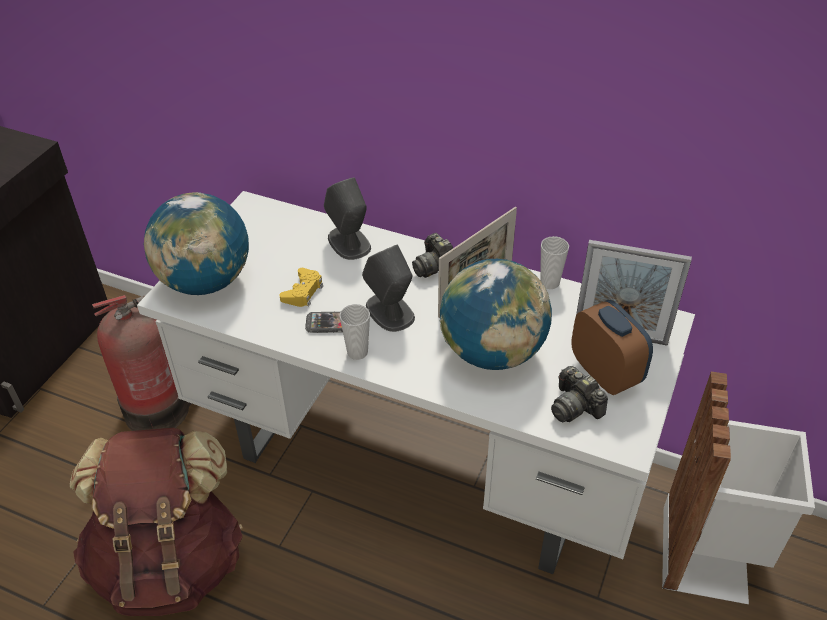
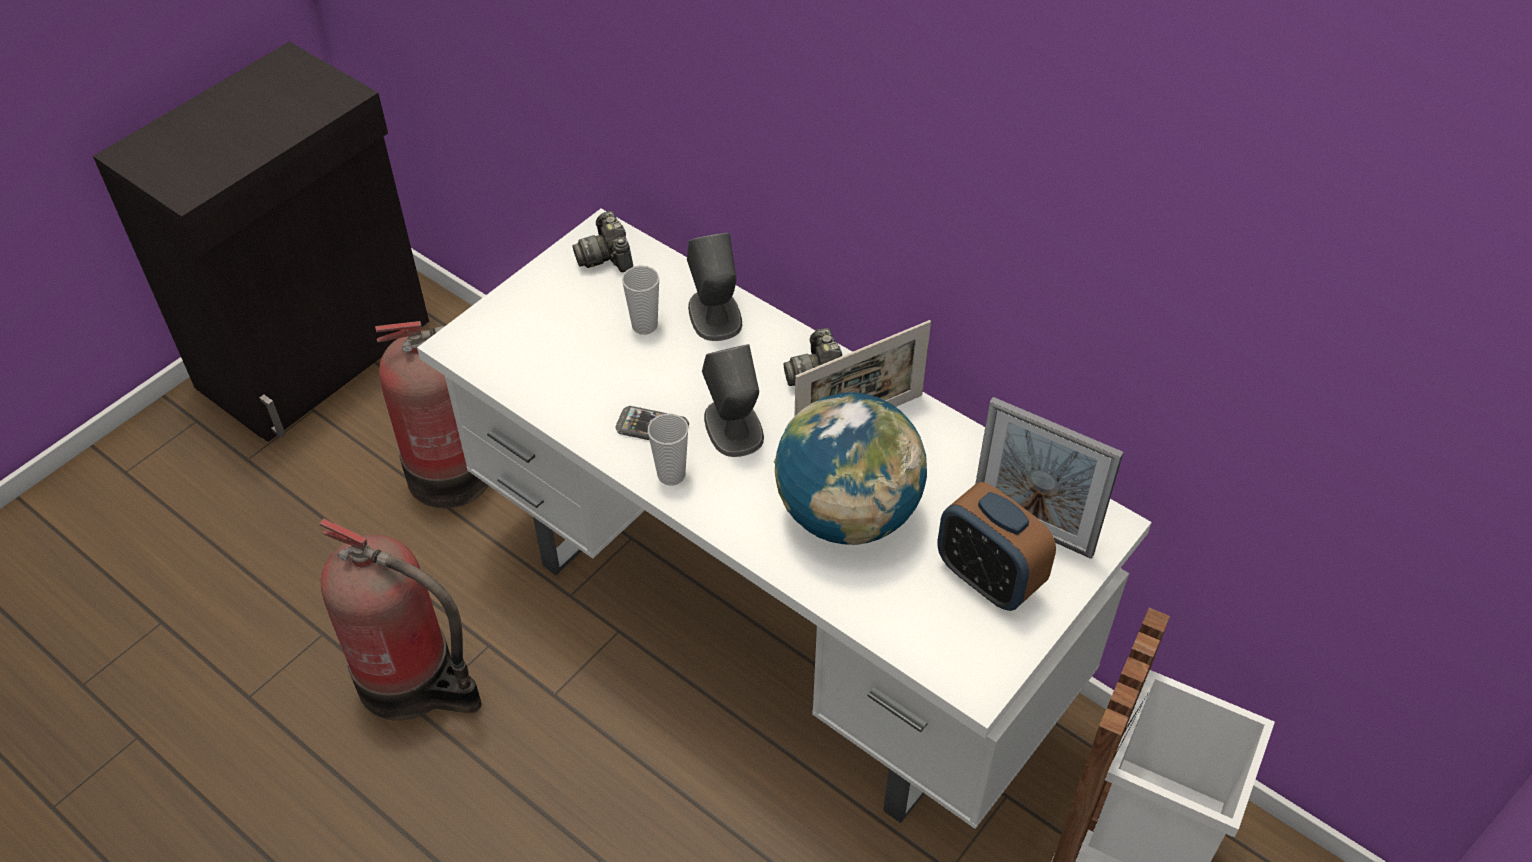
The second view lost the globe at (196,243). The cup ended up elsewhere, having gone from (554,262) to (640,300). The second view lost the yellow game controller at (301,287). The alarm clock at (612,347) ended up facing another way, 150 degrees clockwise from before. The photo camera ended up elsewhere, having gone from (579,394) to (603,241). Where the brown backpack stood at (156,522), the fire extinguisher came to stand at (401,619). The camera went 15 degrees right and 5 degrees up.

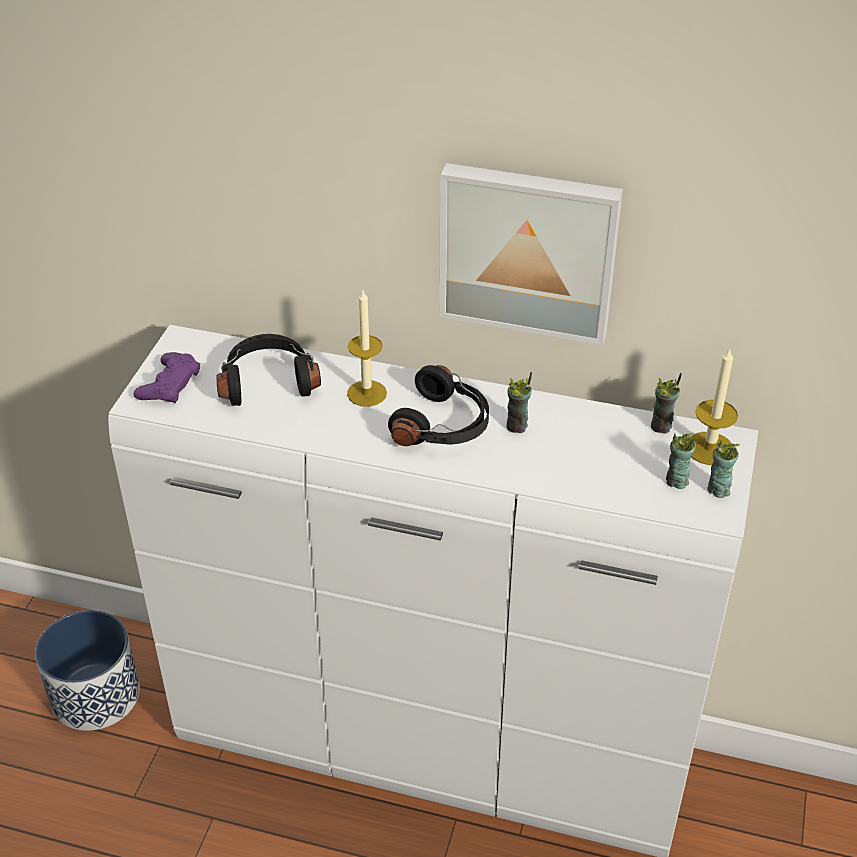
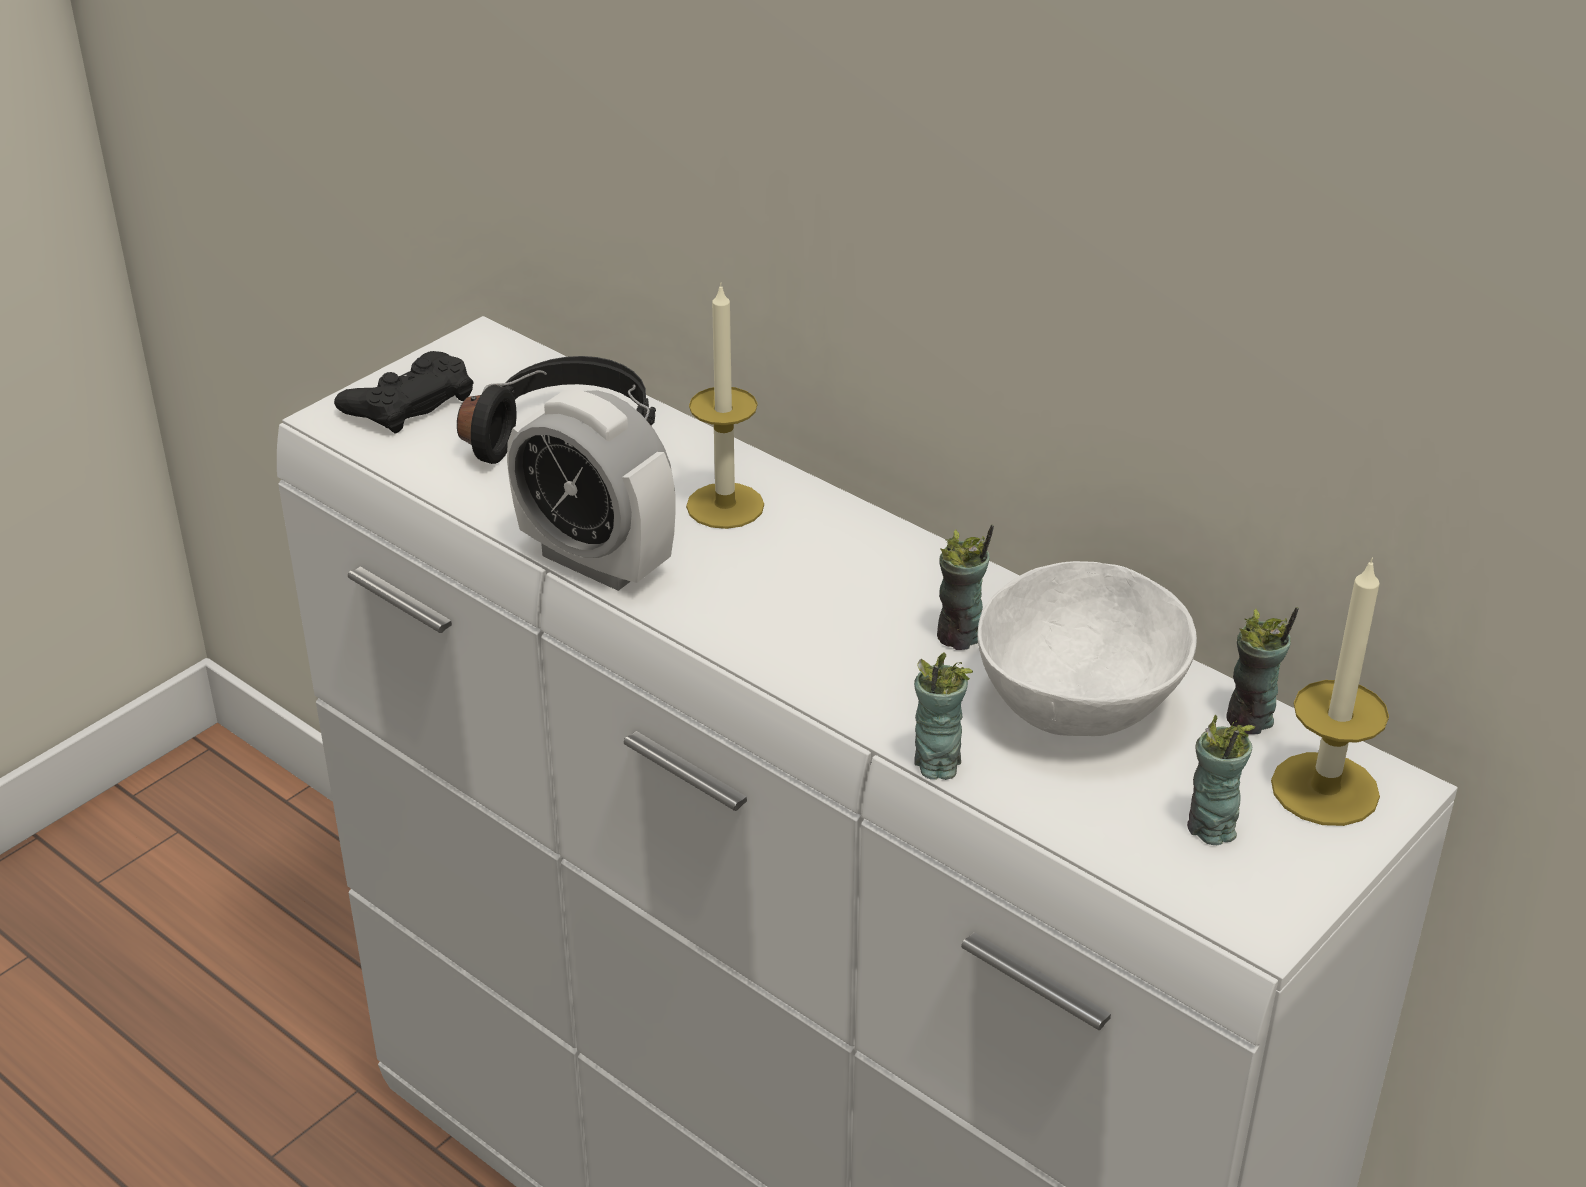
The second view lost the picture at (531,254). What was the purple game controller at (166,377) turned into the black game controller at (403,392). The second view lost the black headphones at (438,405). The cup ended up elsewhere, having gone from (723,469) to (943,716). The second view lost the planter at (87,670). The second view gained the alarm clock at (591,490). The second view gained the white bowl at (1087,648). The camera went 25 degrees right and 5 degrees down.

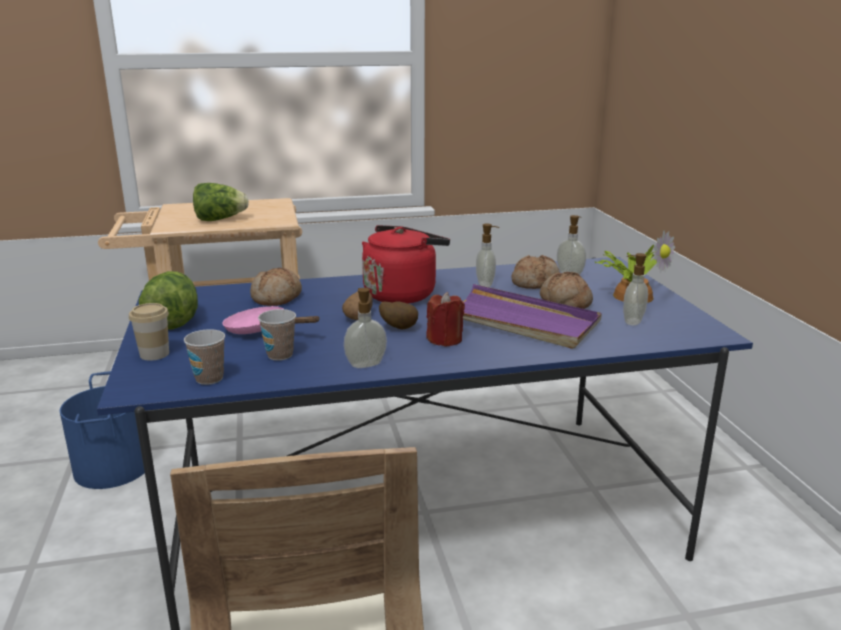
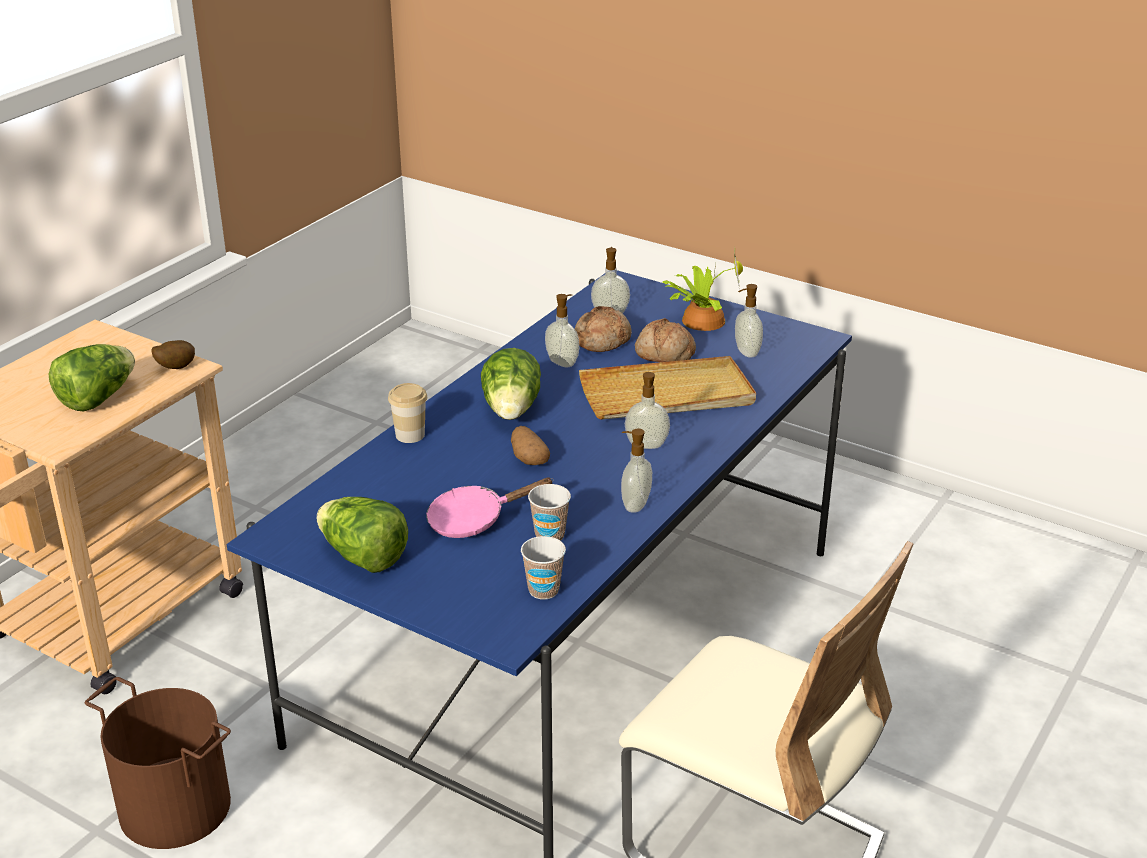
Where the red kettle stood at (406,264), the lettuce came to stand at (511,384). The second view lost the bread at (276,287). What was the purple tray at (532,316) turned into the beige tray at (667,388). Where the red candle stood at (445,319), the soap dispenser came to stand at (647,410). The potato ended up elsewhere, having gone from (398,316) to (173,354). The cup ended up elsewhere, having gone from (149,332) to (407,413). What was the blue bucket at (102,430) turned into the brown bucket at (158,763). The camera went 45 degrees left and 10 degrees up.

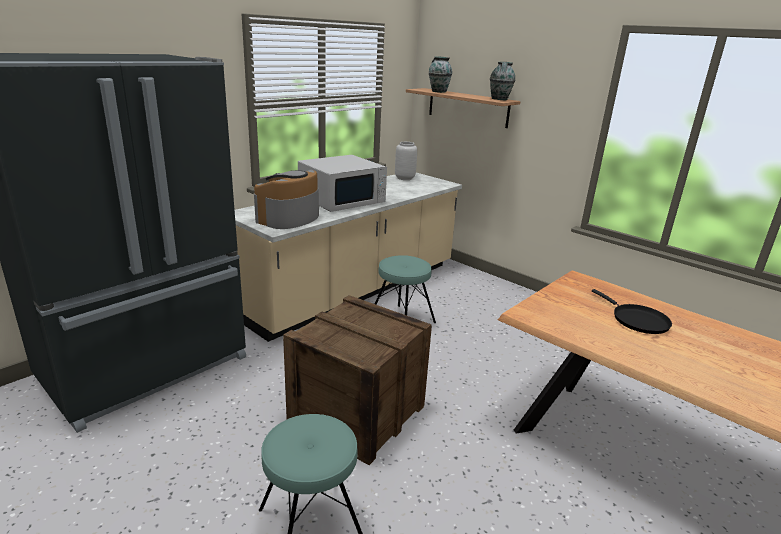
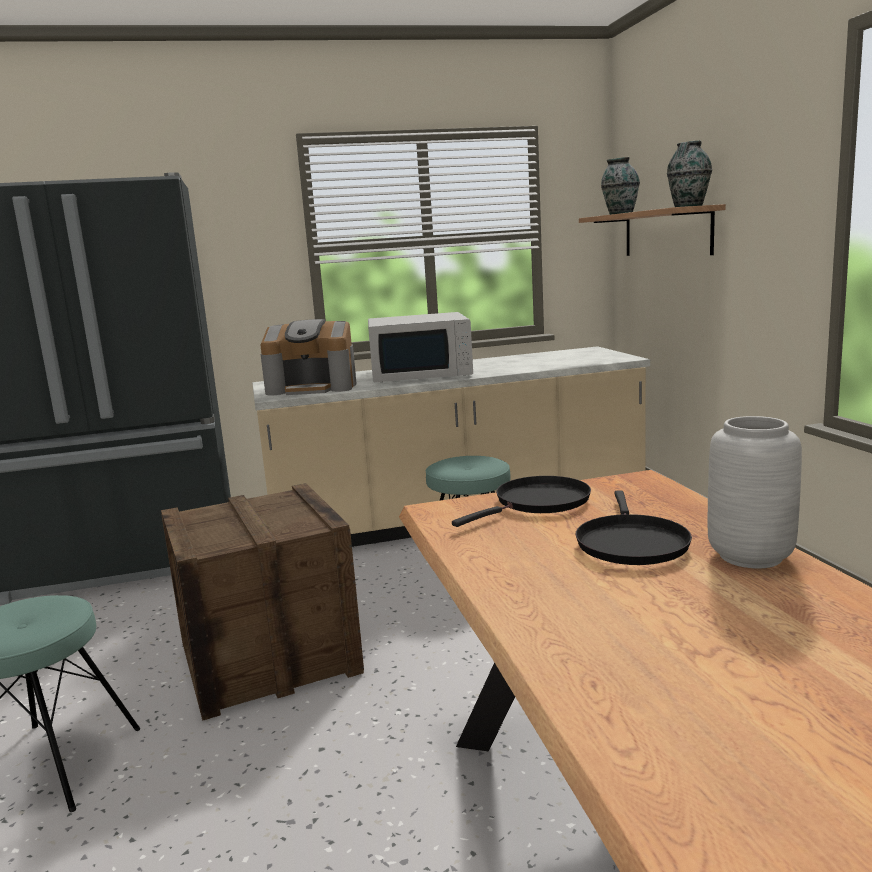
The grey vase ended up elsewhere, having gone from (406,161) to (754,492). The coffee machine at (286,199) ended up facing another way, 150 degrees counterclockwise from before. The second view gained the black frying pan at (521,501). The camera went 35 degrees right and 10 degrees down.

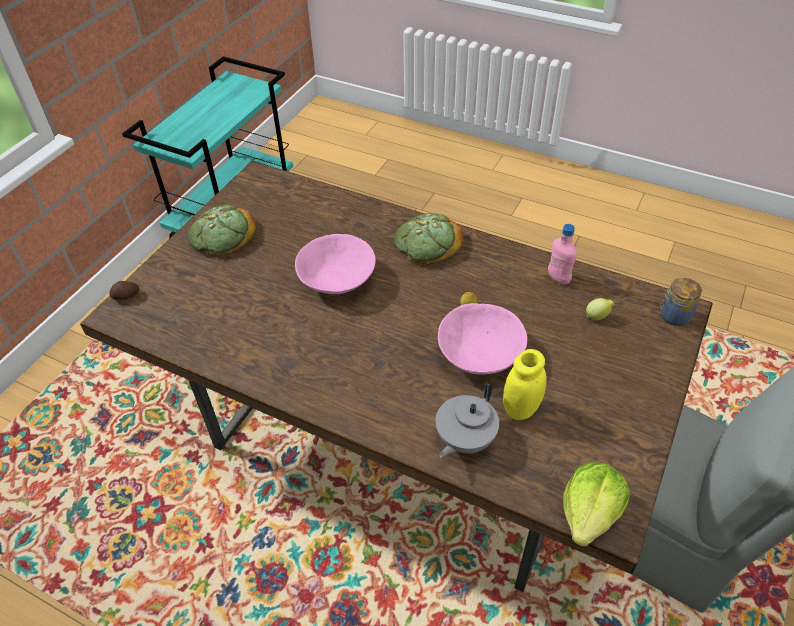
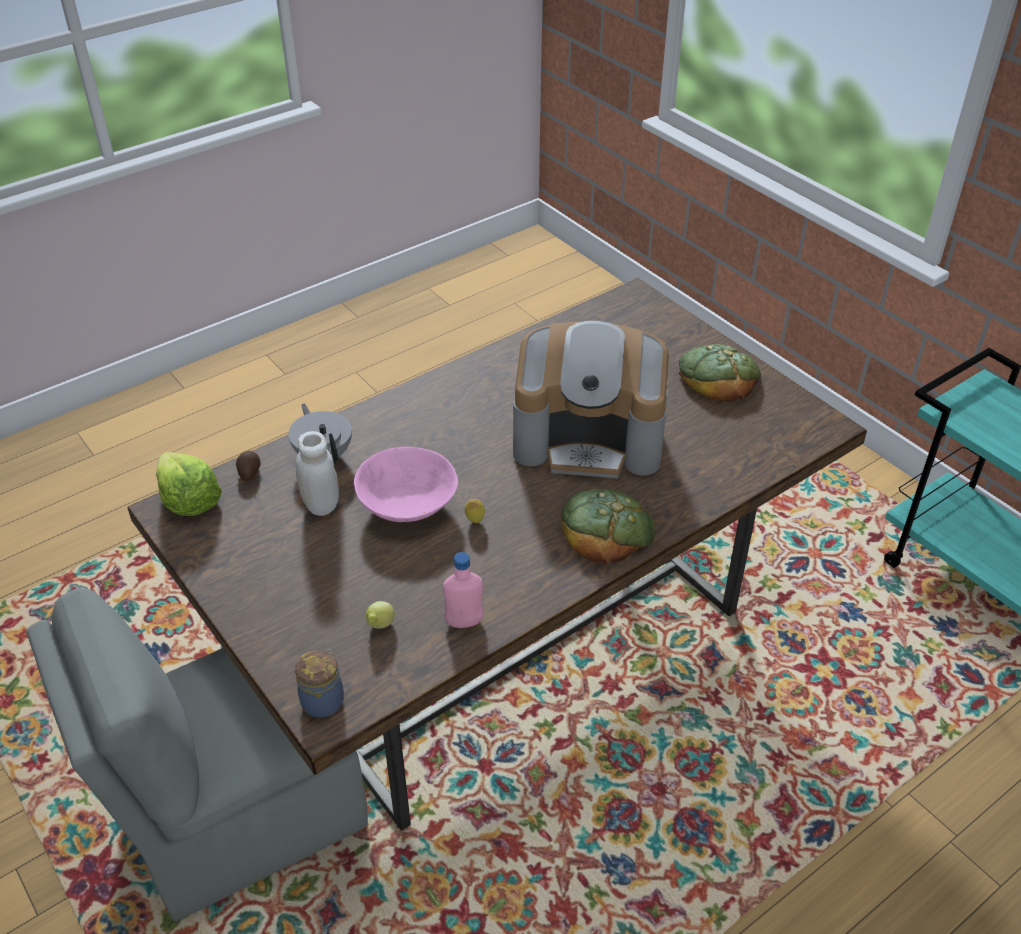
Where the pink bowl stood at (335,264), the coffee machine came to stand at (591,399). The potato ended up elsewhere, having gone from (124,290) to (248,466). What was the yellow jar at (525,384) turned into the white jar at (317,473). The camera went 115 degrees right and 5 degrees down.

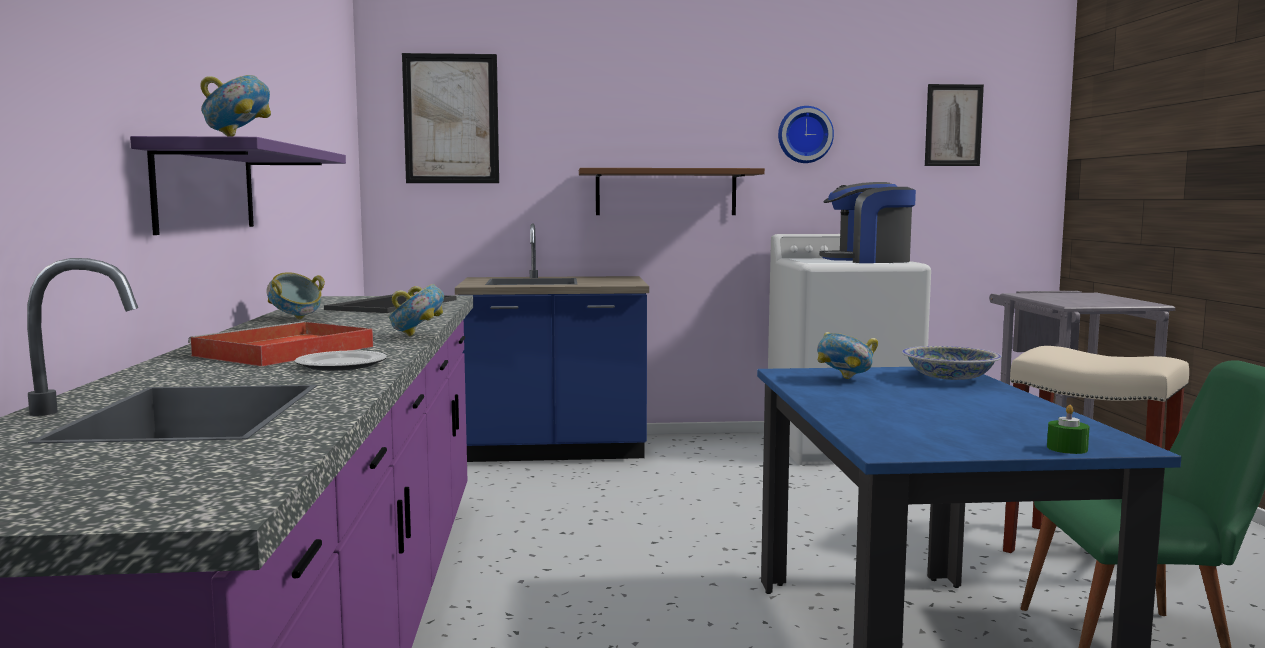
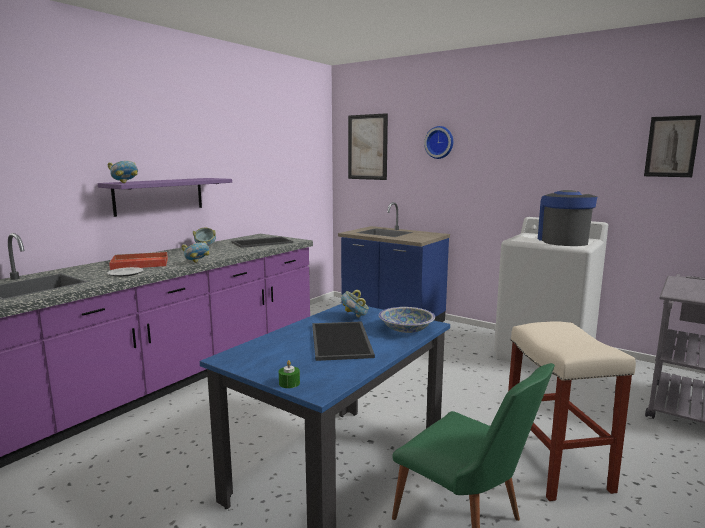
The wall clock ended up elsewhere, having gone from (806,134) to (438,142). The second view lost the brown shelf at (672,191). The coffee machine at (867,222) ended up facing another way, 60 degrees clockwise from before. The second view gained the tray at (343,341). The camera went 40 degrees right and 5 degrees up.

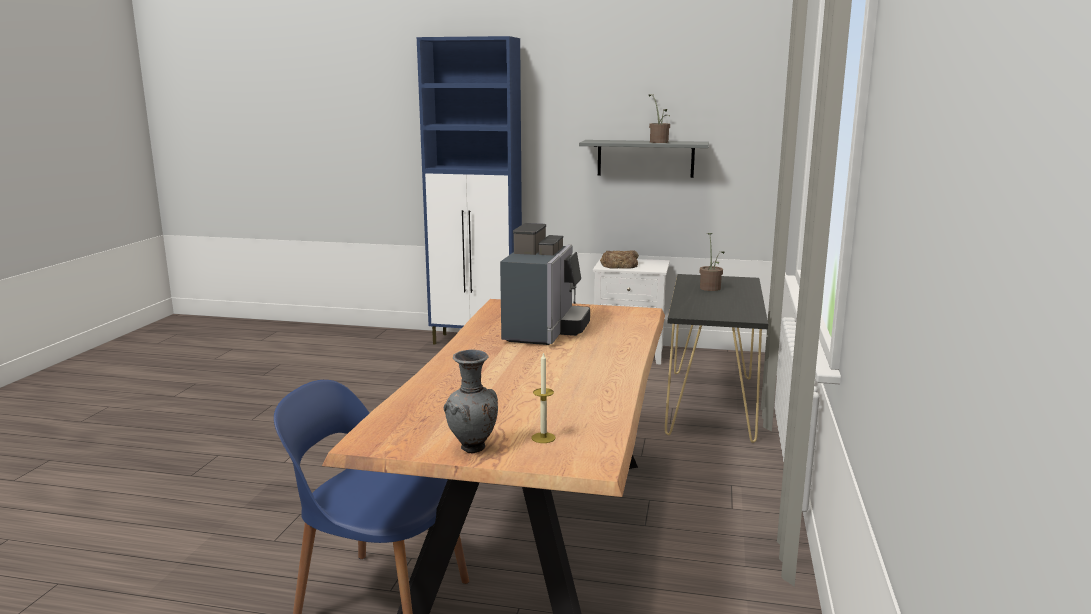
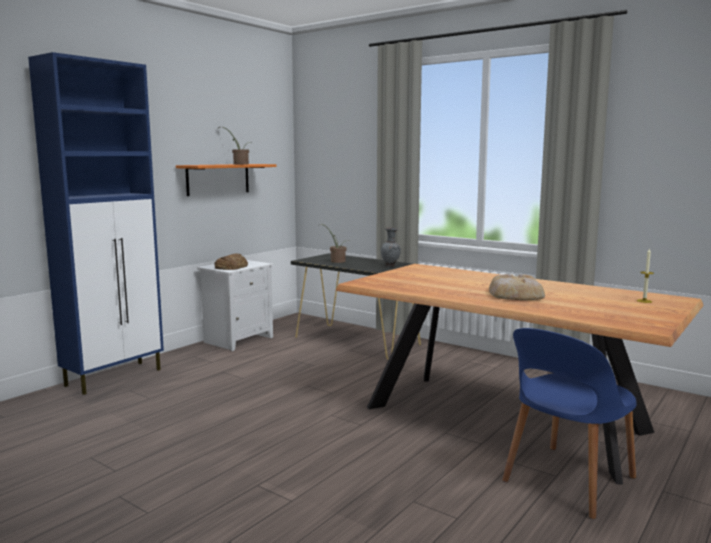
What was the grey shelf at (644,159) turned into the orange shelf at (226,180). The second view lost the coffee machine at (545,284). The grey vase ended up elsewhere, having gone from (471,402) to (391,247). The second view gained the bread at (517,287). The camera went 65 degrees left and 5 degrees down.

